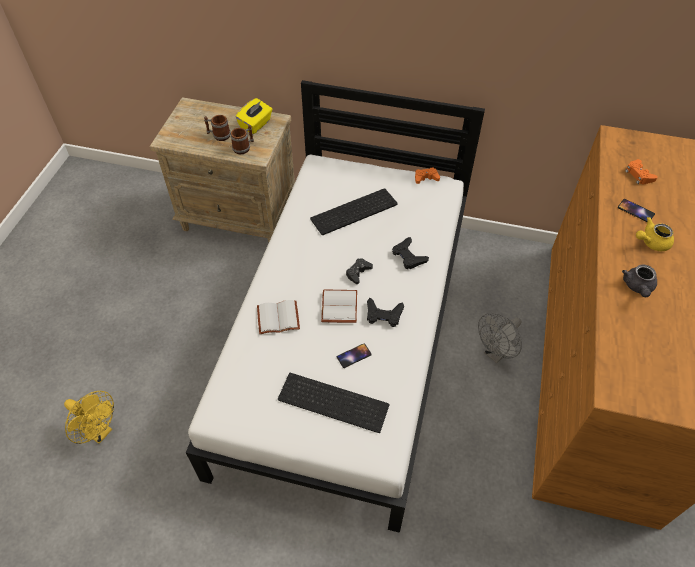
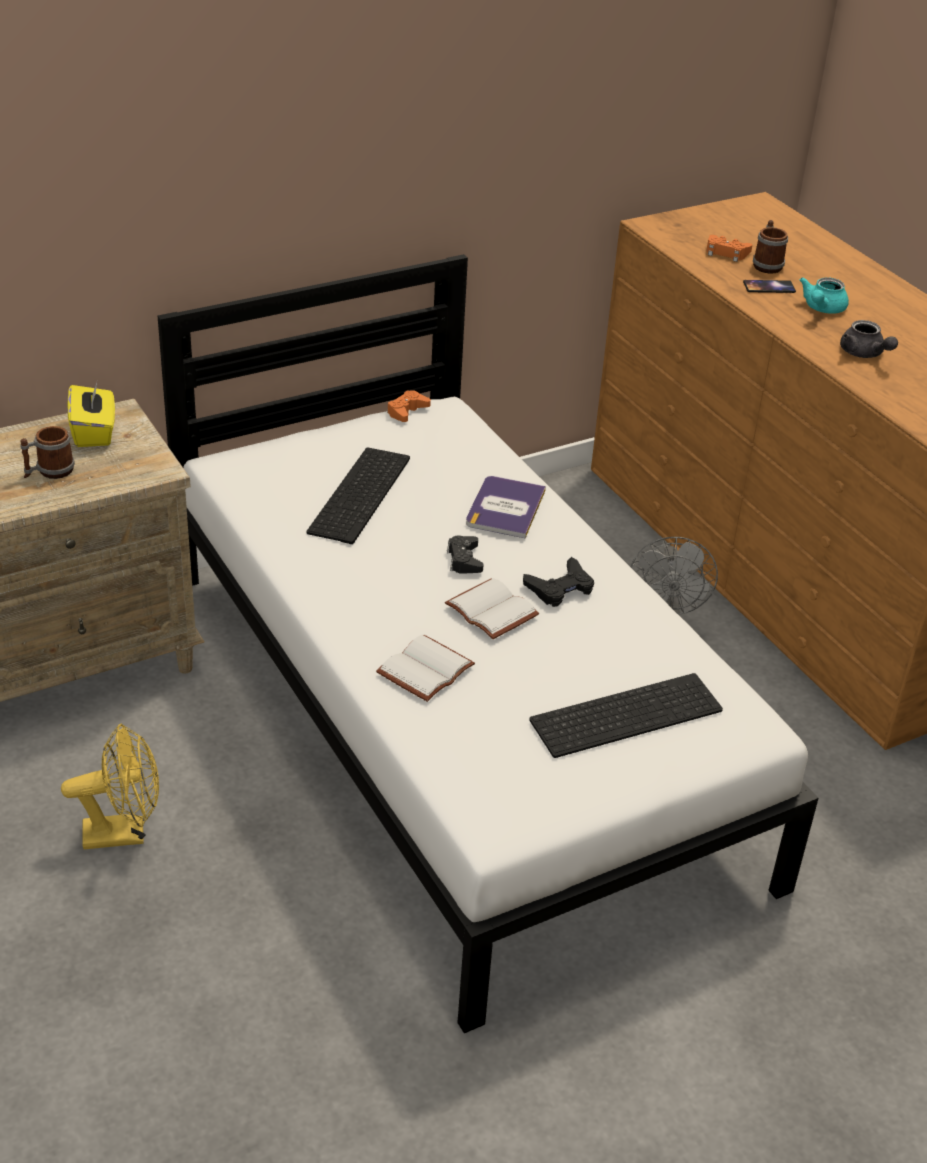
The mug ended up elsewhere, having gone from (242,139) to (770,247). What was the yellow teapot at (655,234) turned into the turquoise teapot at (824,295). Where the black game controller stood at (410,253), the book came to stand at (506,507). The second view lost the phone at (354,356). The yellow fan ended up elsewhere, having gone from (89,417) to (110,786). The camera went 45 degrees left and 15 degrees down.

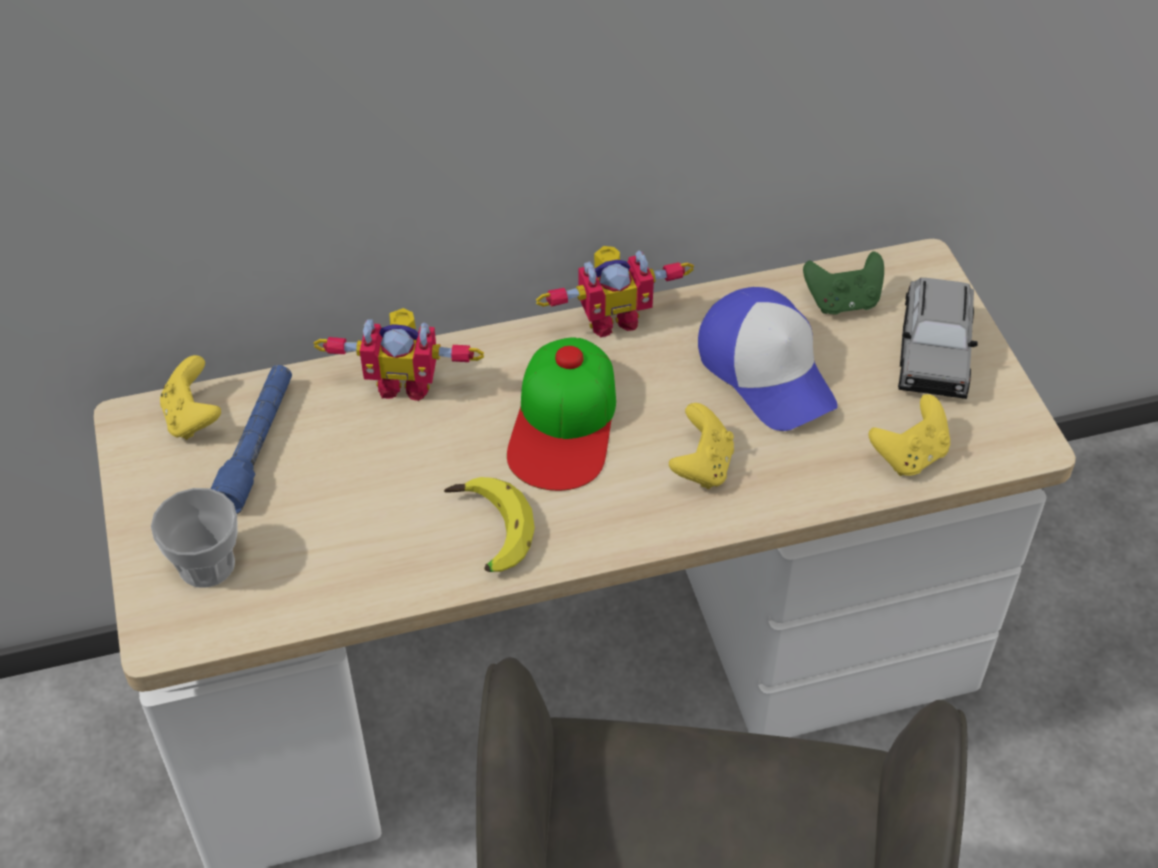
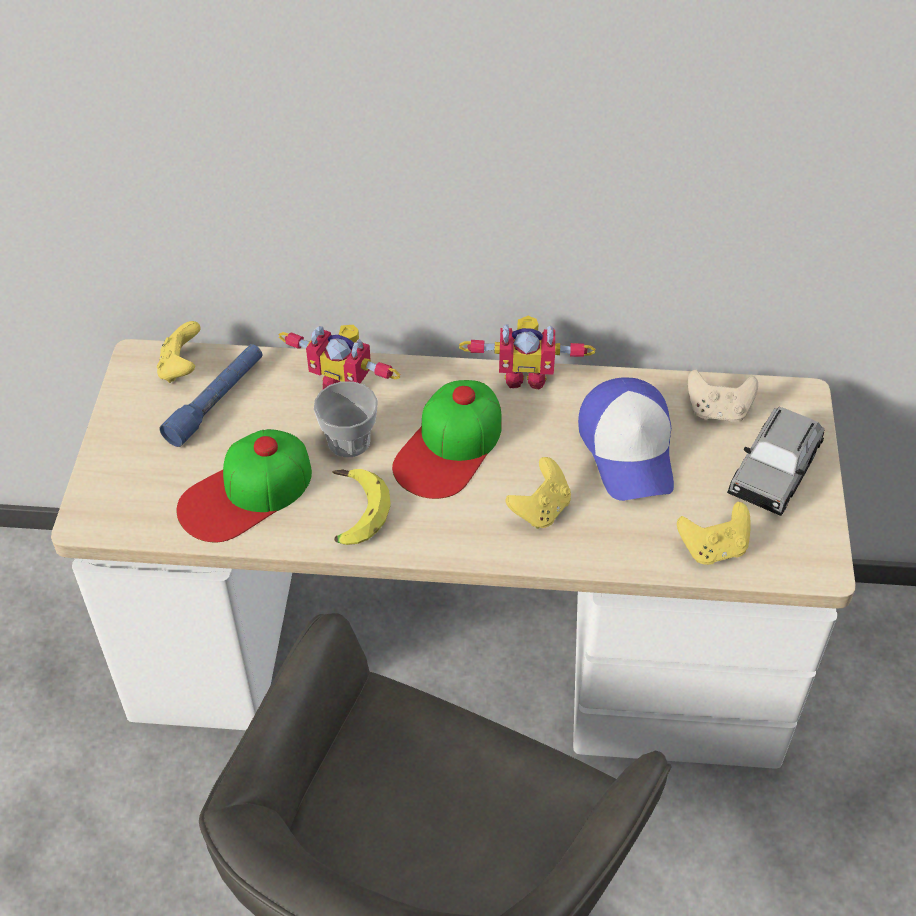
What was the green game controller at (843,283) turned into the beige game controller at (723,395). The cup ended up elsewhere, having gone from (194,538) to (346,419). The second view gained the cap at (244,485). The camera went 20 degrees right and 0 degrees up.

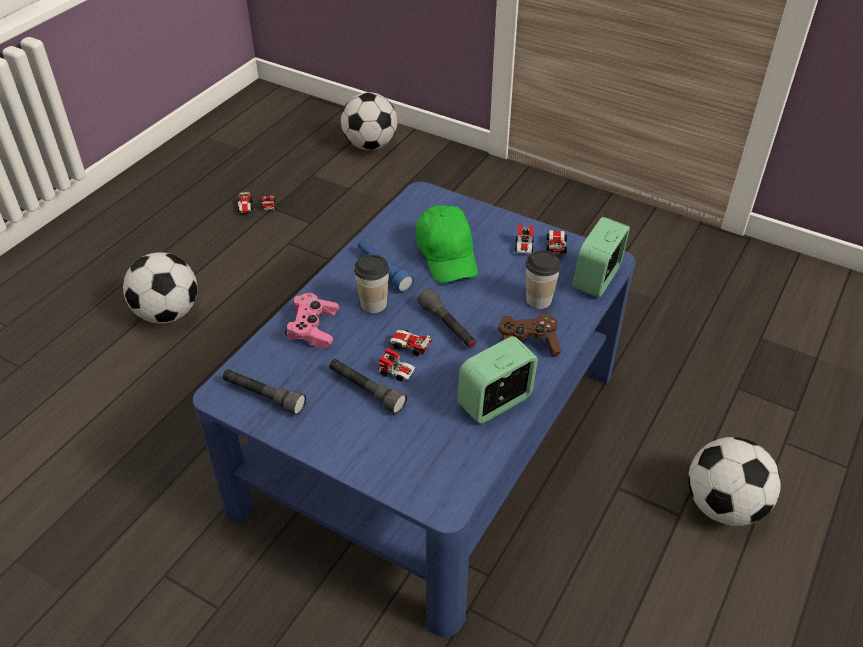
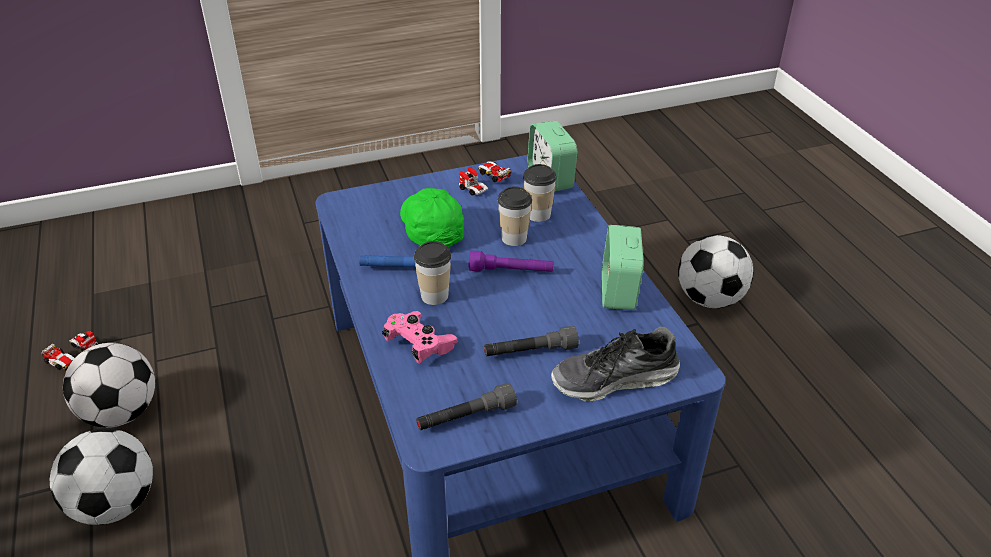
The football ended up elsewhere, having gone from (369,121) to (109,385). The green cap at (447,244) ended up facing another way, 135 degrees counterclockwise from before. What was the grey flashlight at (447,318) turned into the purple flashlight at (511,261). The second view lost the brown game controller at (529,334). The second view lost the toy car at (405,356). The second view gained the cup at (515,216). The second view gained the shoe at (615,364). The camera went 50 degrees left and 5 degrees down.

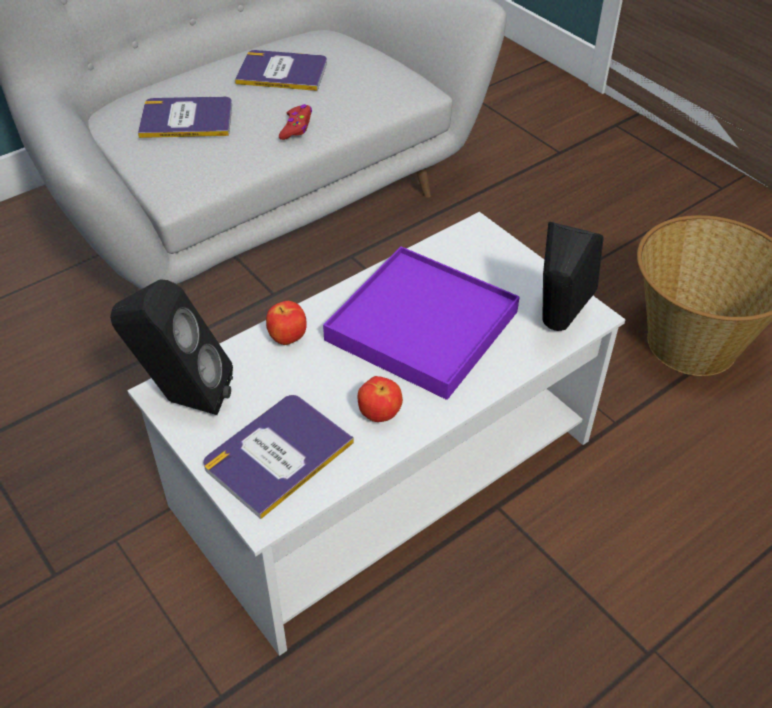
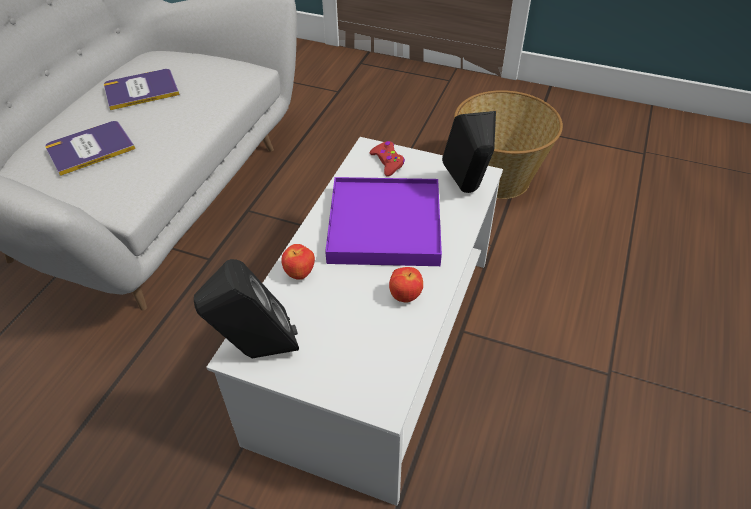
The red game controller ended up elsewhere, having gone from (295,122) to (387,159). The second view lost the book at (278,457). The camera went 30 degrees left and 0 degrees up.

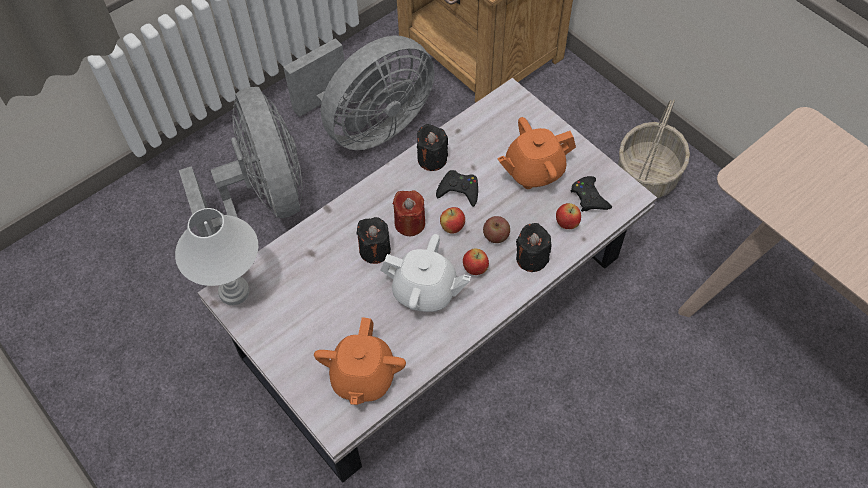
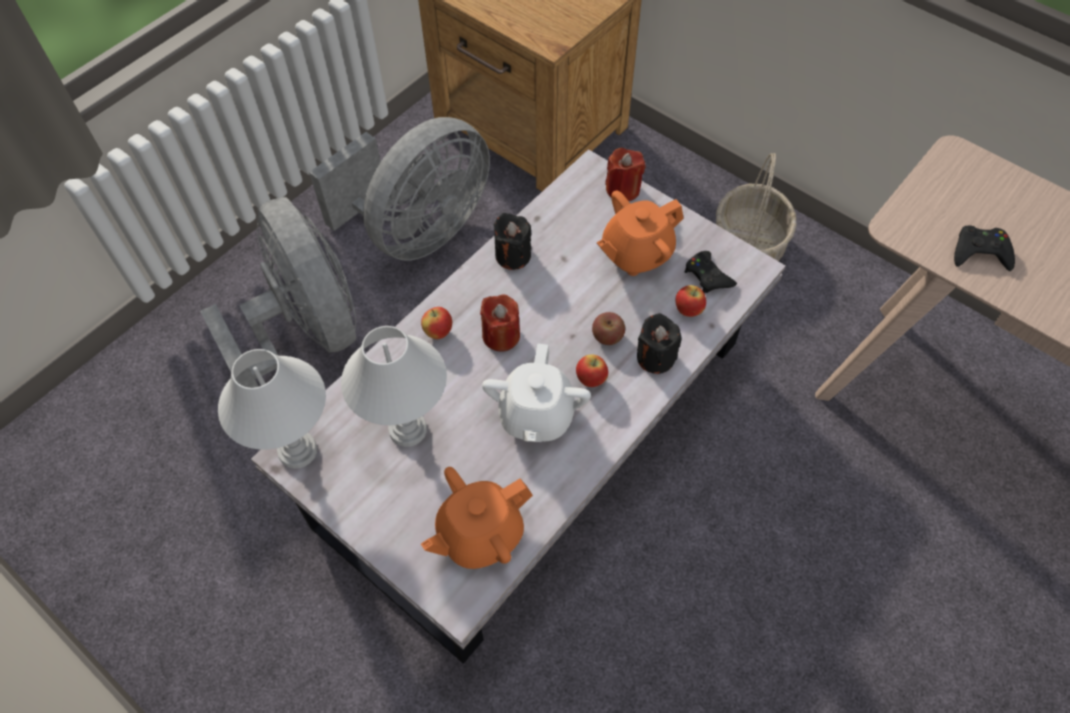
The black game controller ended up elsewhere, having gone from (457,188) to (984,248). The apple ended up elsewhere, having gone from (452,220) to (436,323). The second view lost the black candle at (373,240). The white teapot at (425,273) ended up facing another way, 90 degrees clockwise from before. The orange teapot at (360,361) ended up facing another way, 60 degrees clockwise from before. The second view gained the red candle at (625,174). The second view gained the white table lamp at (394,386). The camera went 10 degrees left and 0 degrees up.

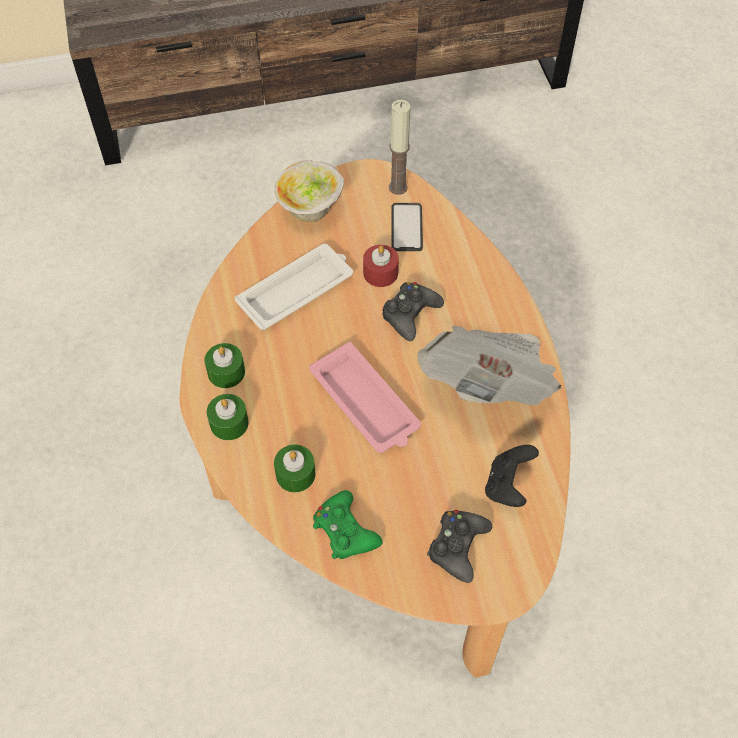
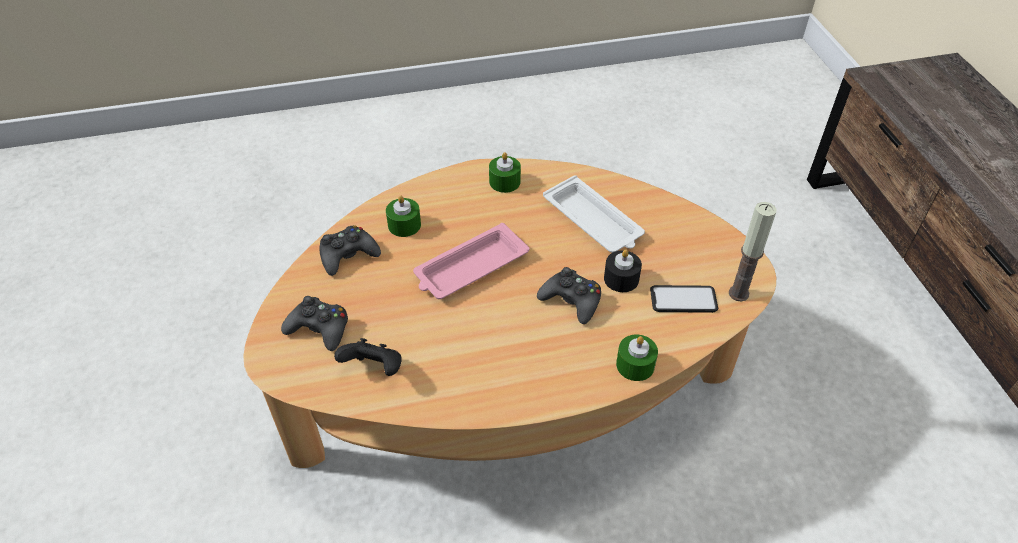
The second view lost the bowl at (309,191). What was the red candle at (381,266) turned into the black candle at (623,270). The second view lost the newspaper at (489,365). The green candle ended up elsewhere, having gone from (228,417) to (637,357). What was the green game controller at (348,524) turned into the black game controller at (350,250). The camera went 90 degrees right and 10 degrees down.

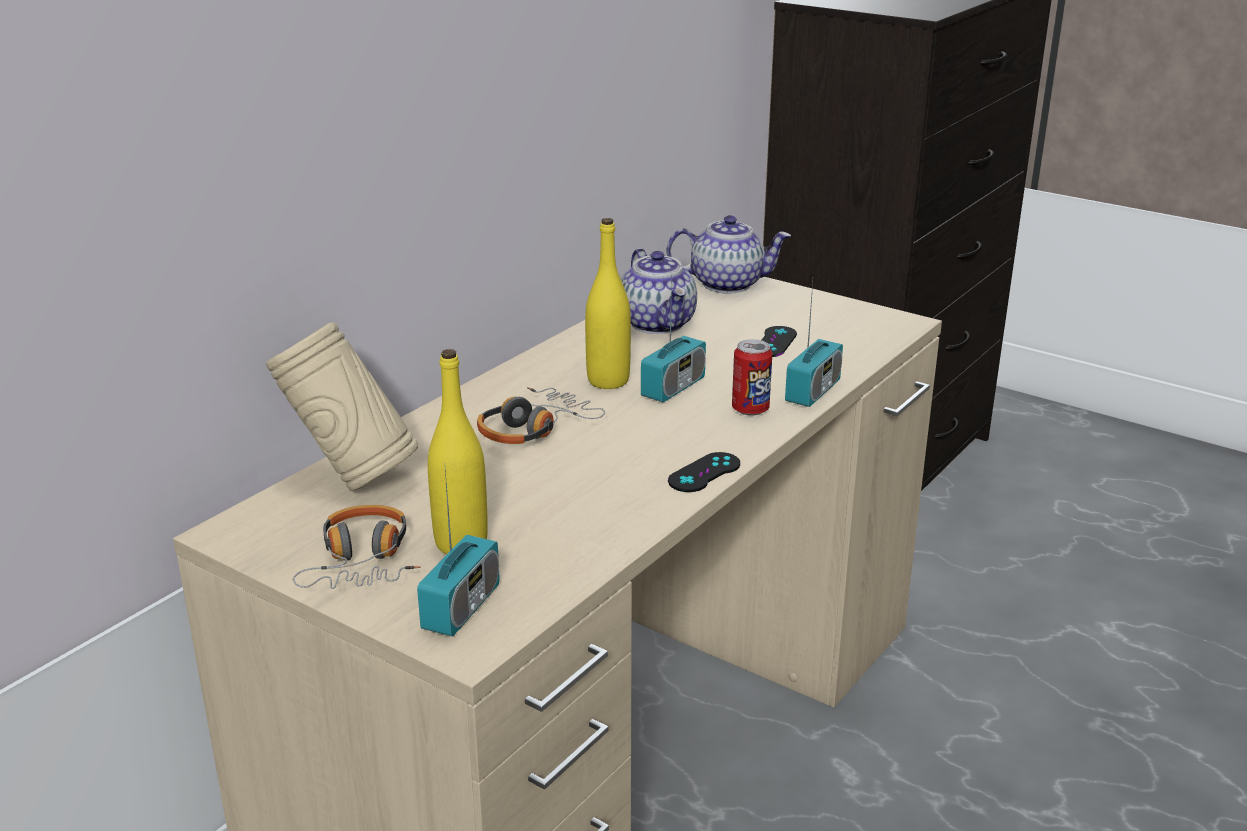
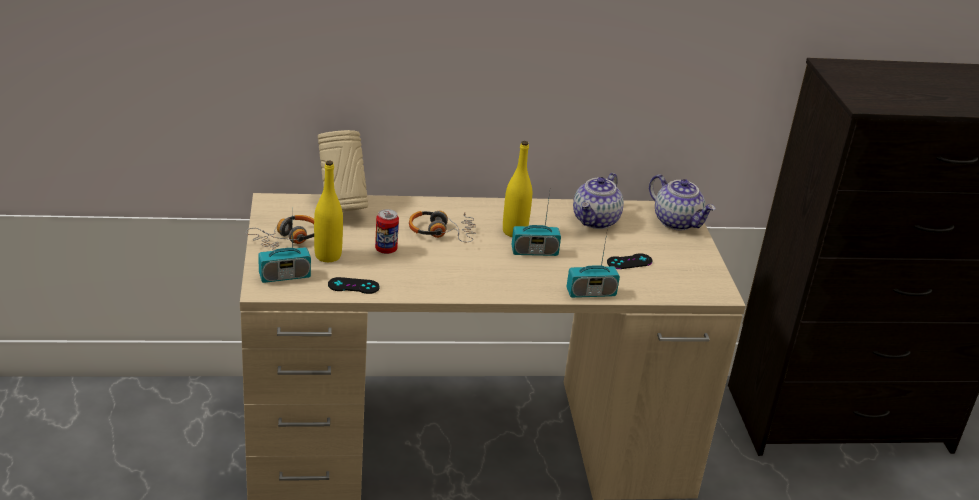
The can ended up elsewhere, having gone from (752,377) to (387,231). The black game controller ended up elsewhere, having gone from (704,472) to (354,285). The camera went 45 degrees right and 5 degrees up.

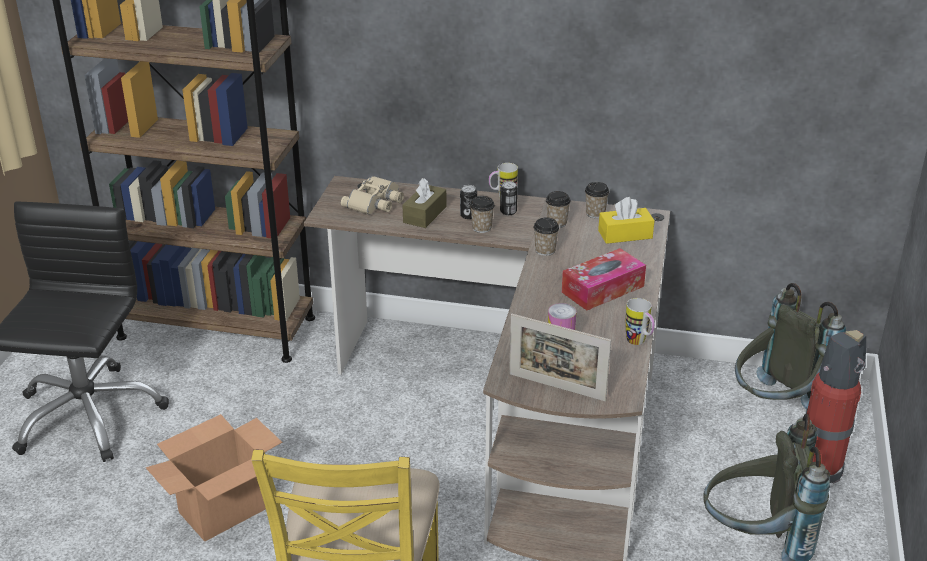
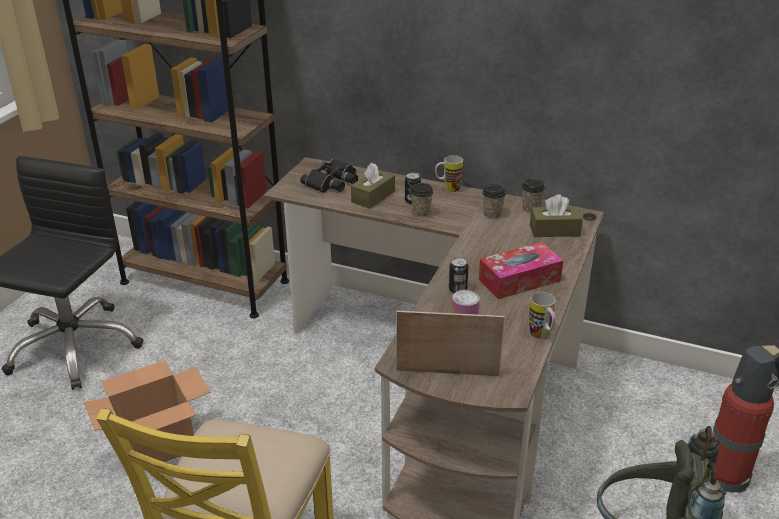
What was the beige binoculars at (372,195) turned into the black binoculars at (329,176). The can ended up elsewhere, having gone from (509,198) to (459,275). What was the yellow tissue box at (626,220) turned into the brown tissue box at (556,215). The second view lost the cup at (546,236). The second view lost the grey backpack at (790,346). The picture frame at (560,357) ended up facing another way, 150 degrees clockwise from before. The camera went 10 degrees right and 0 degrees up.

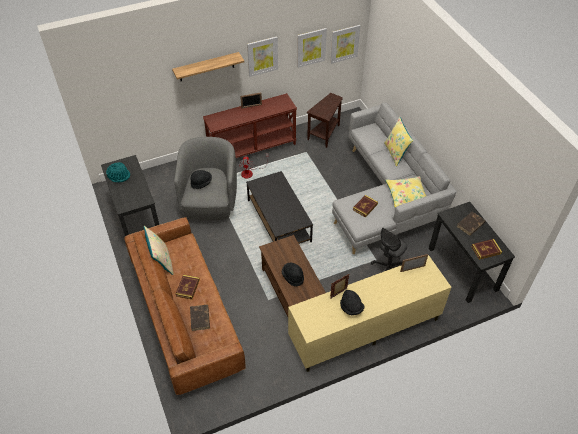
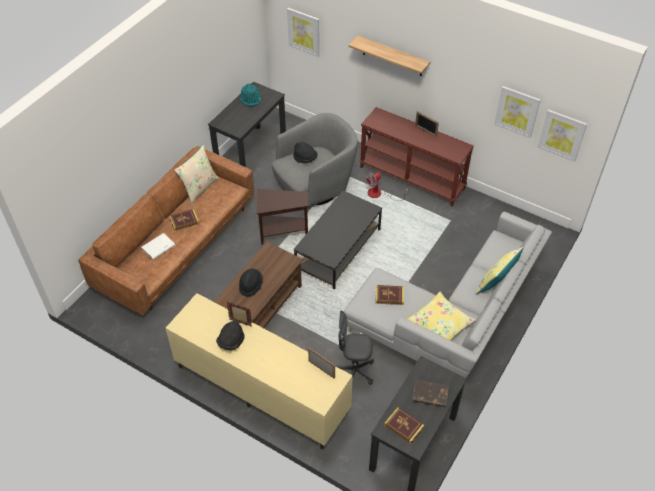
The picture ended up elsewhere, having gone from (262,56) to (303,32). The brown side table ended up elsewhere, having gone from (325,120) to (283,217). What was the brown book at (200,318) turned into the white book at (158,246). The camera went 55 degrees right and 0 degrees up.

